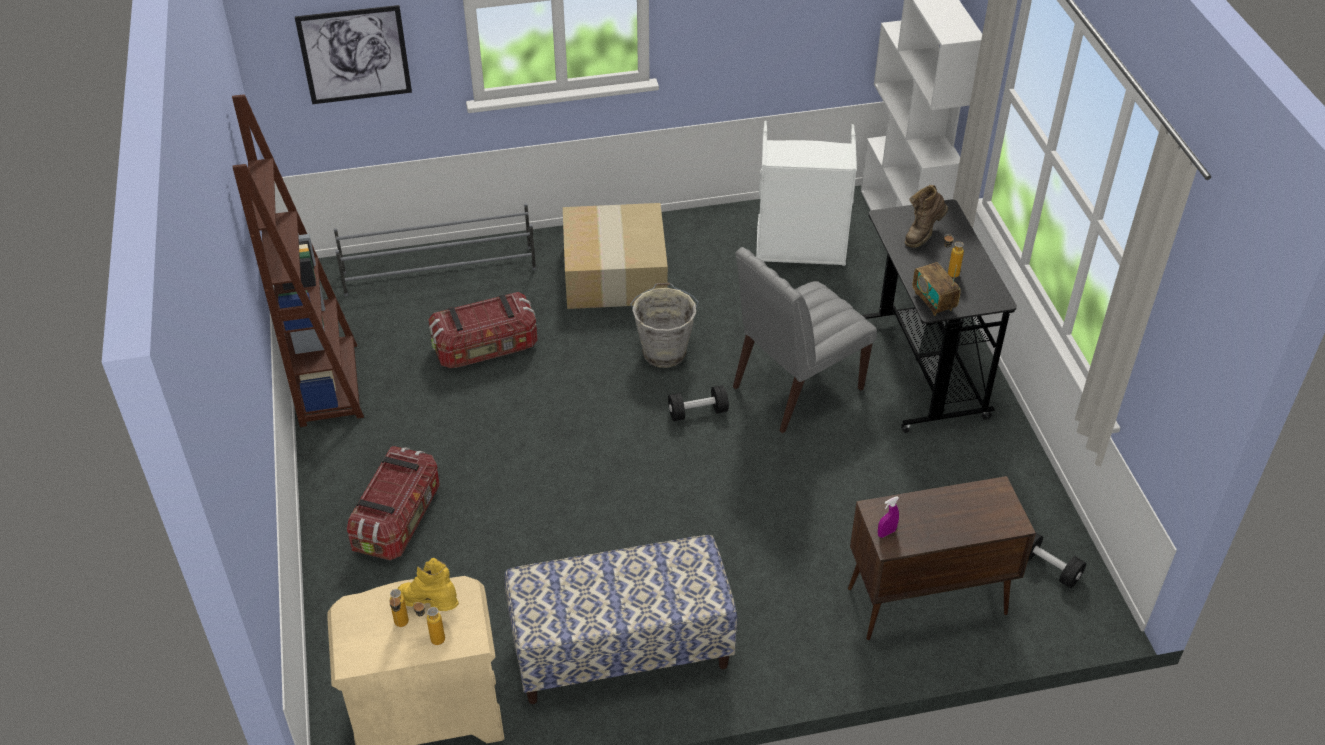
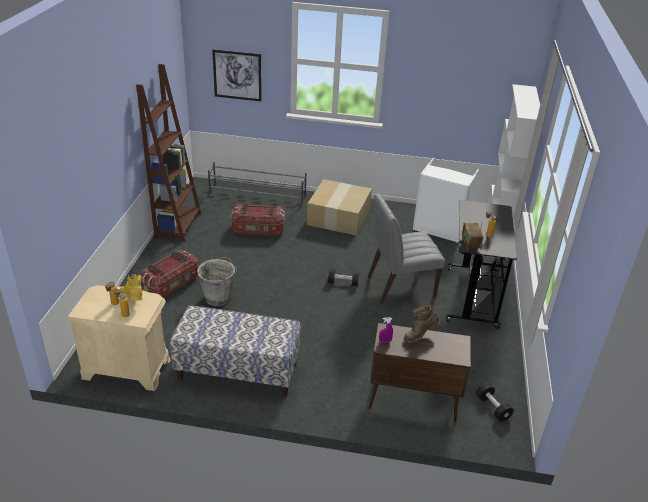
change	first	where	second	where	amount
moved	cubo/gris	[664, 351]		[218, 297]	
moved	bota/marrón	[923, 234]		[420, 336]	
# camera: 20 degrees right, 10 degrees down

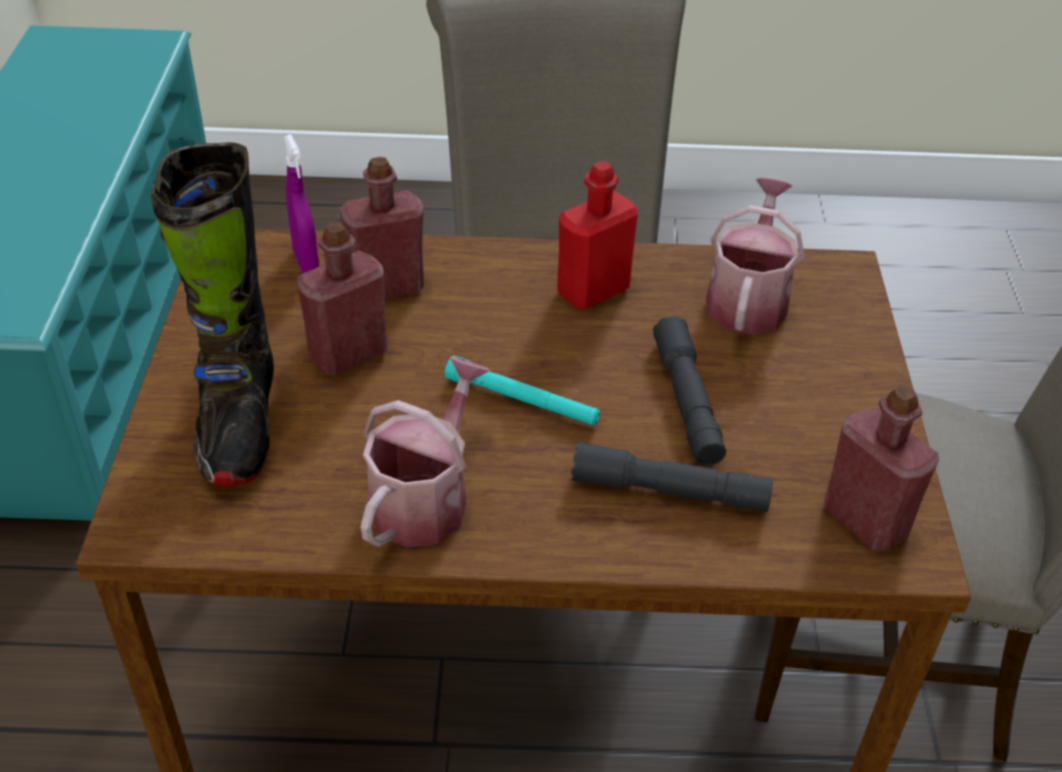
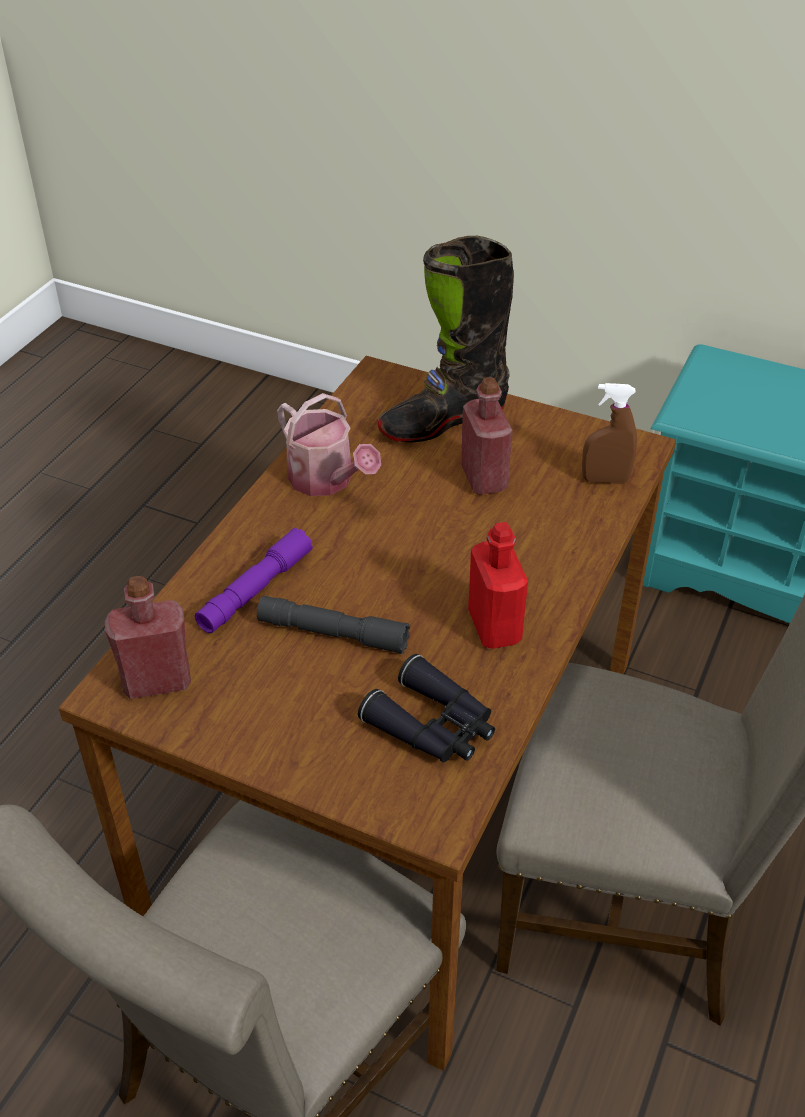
change	first	where	second	where	amount
recoloured	linterna/gris	[669, 491]	linterna/morado	[255, 590]	
replaced	regadera	[748, 298]	prismáticos/negro	[433, 726]	
turned	bota/negro	[238, 421]		[443, 421]	45 degrees counterclockwise
recoloured	pulverizador/morado	[306, 262]	pulverizador/marrón	[605, 480]	
removed	botella/rojo	[387, 286]			
removed	linterna/turquesa	[522, 401]			
# camera: 115 degrees right, 0 degrees up

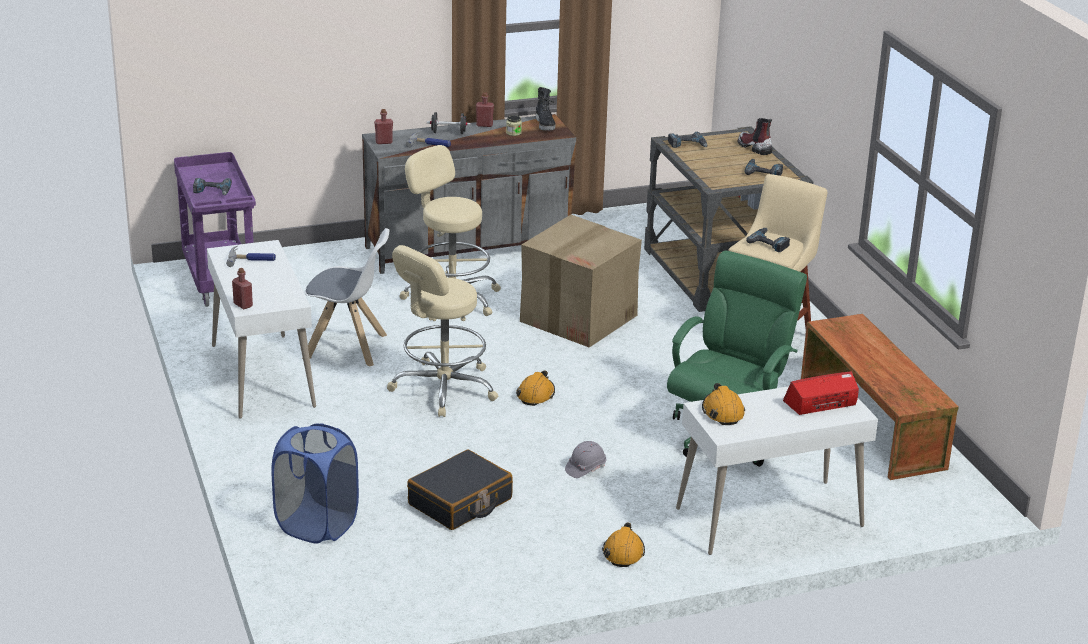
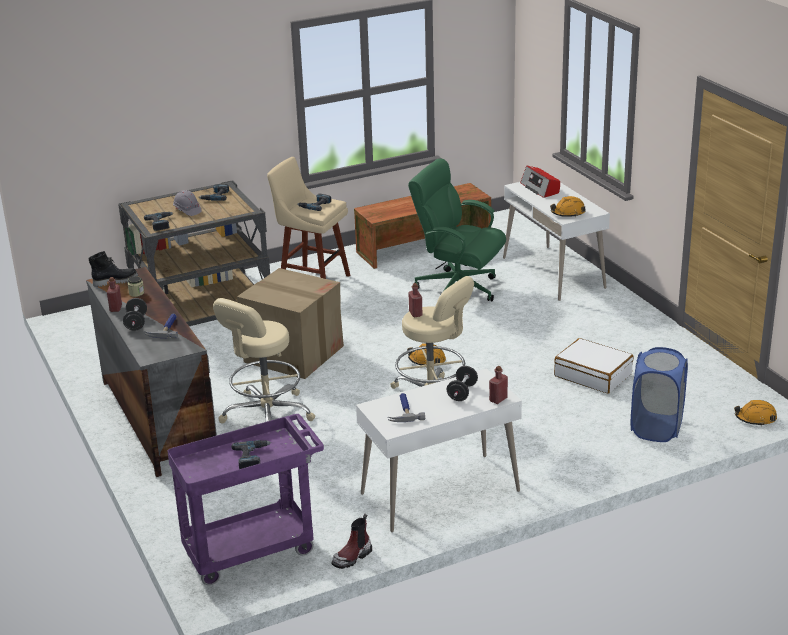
change	first	where	second	where	amount
moved	casco/gris	[585, 468]		[187, 210]	
moved	bota	[754, 147]		[352, 557]	
moved	botella/rojo	[384, 142]		[415, 313]	
added			mancuerna/negro	[462, 393]	
recoloured	maleta/negro	[460, 502]	maleta/blanco	[593, 375]	
moved	casco/naranja	[623, 552]		[755, 418]	
removed	silla	[348, 348]			
# camera: 95 degrees left, 0 degrees up

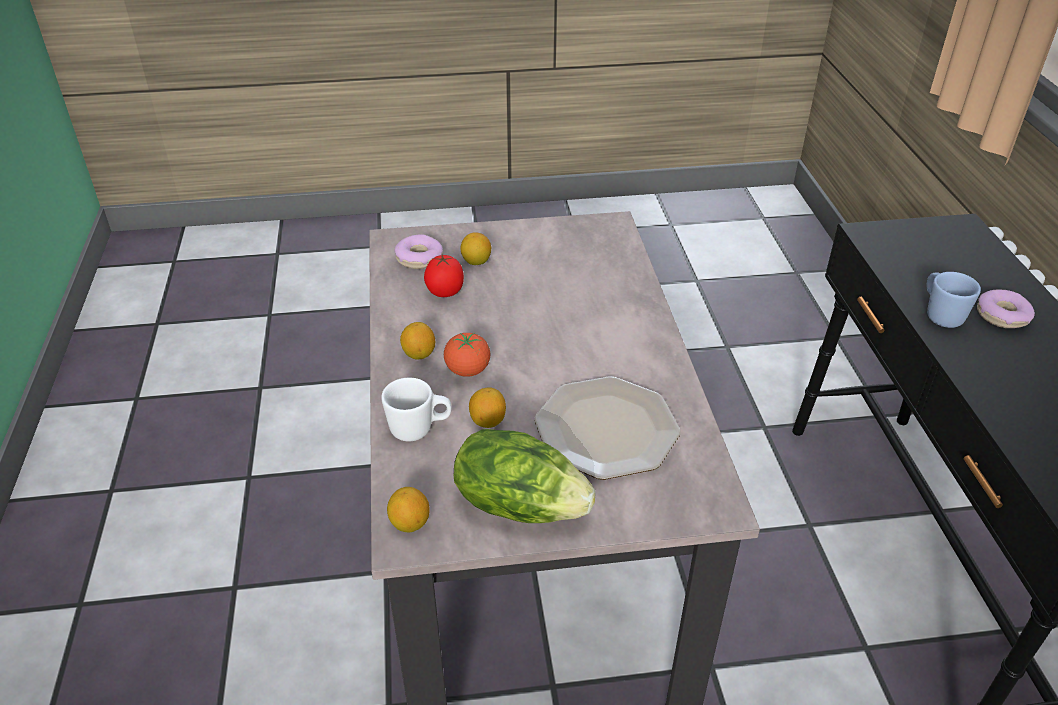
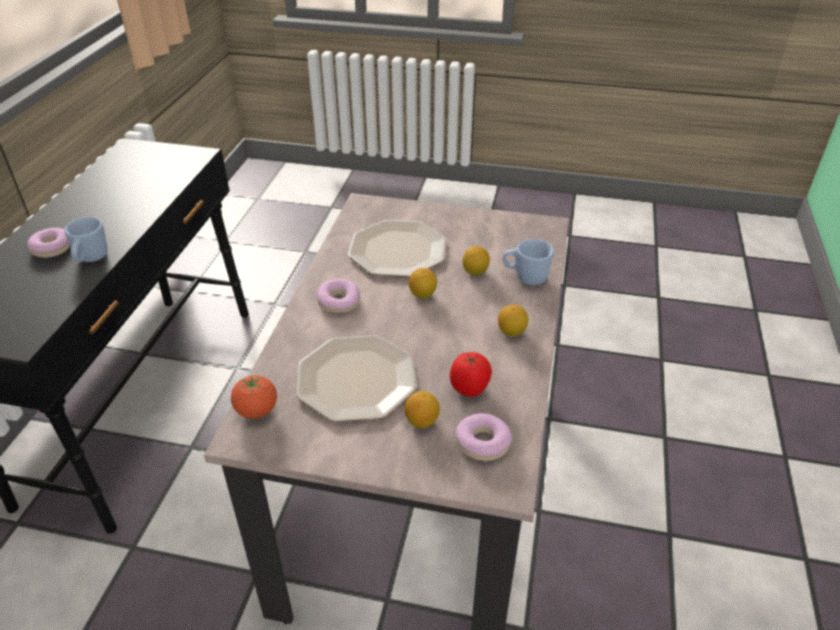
change	first	where	second	where	amount
moved	tomate	[468, 370]		[257, 411]	
added			plato	[355, 379]	
added			rosquilla	[339, 302]	
moved	limón	[409, 523]		[423, 294]	
recoloured	taza grande/blanco	[419, 429]	taza grande/azul	[525, 277]	
removed	lechuga	[520, 504]			
# camera: 160 degrees left, 0 degrees up

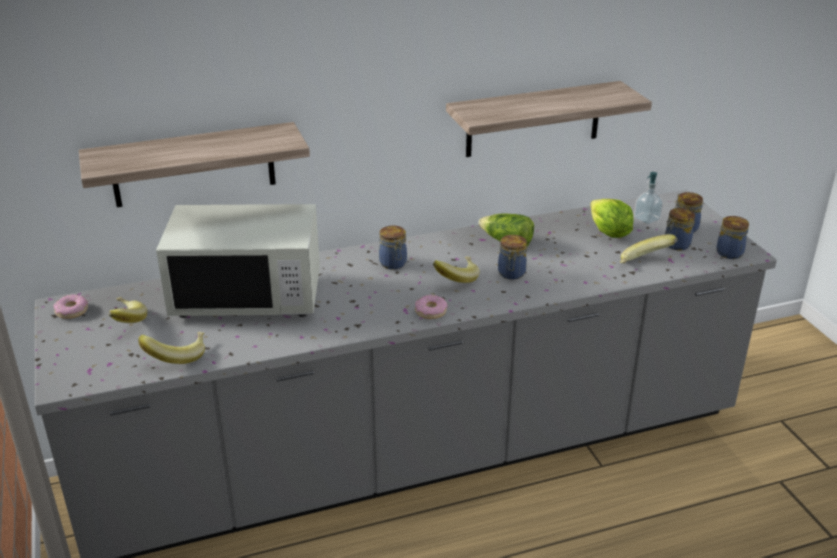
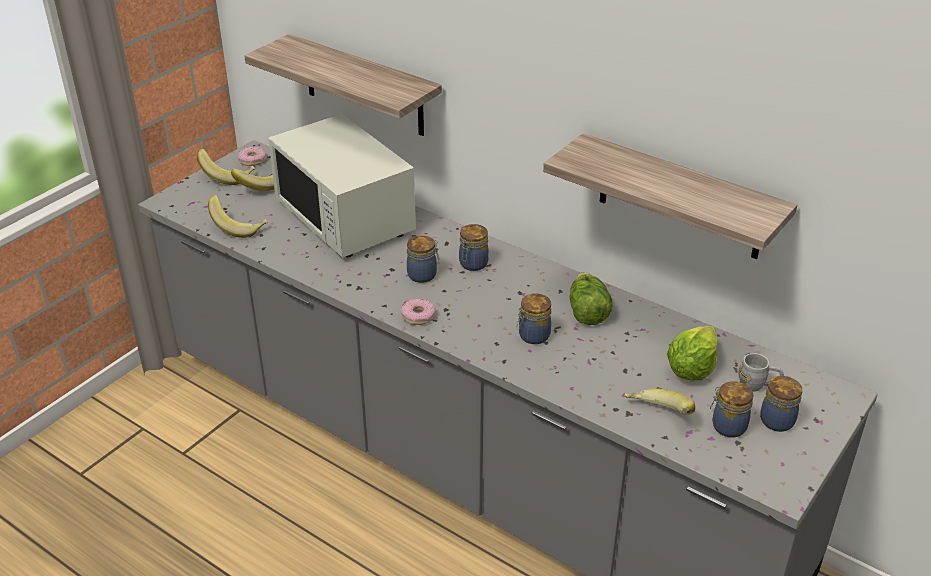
change	first	where	second	where	amount
moved	plátano	[455, 278]		[228, 177]	
moved	tarro	[729, 252]		[423, 275]	
replaced	dispensador de jabón	[646, 219]	taza grande/gris	[758, 386]	
# camera: 55 degrees right, 5 degrees up

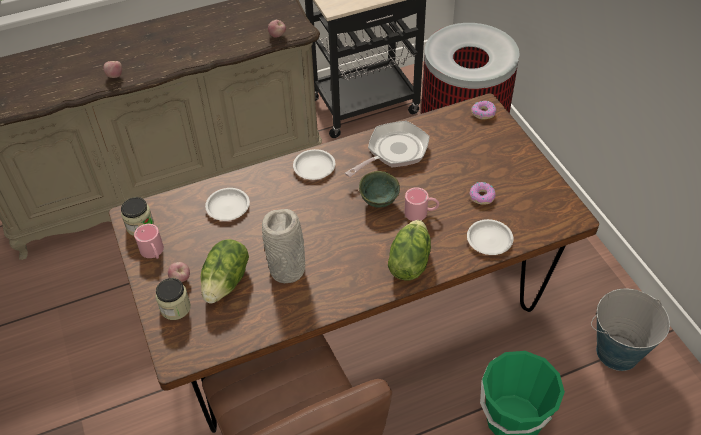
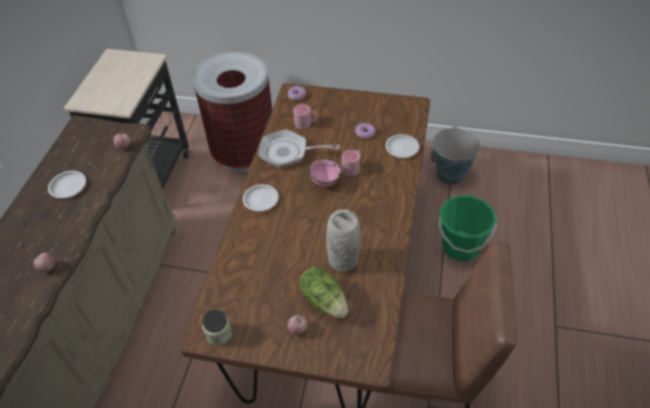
change	first	where	second	where	amount
moved	plato/blanco	[227, 206]		[68, 187]	
turned	sartén	[394, 152]		[288, 152]	75 degrees counterclockwise
moved	taza grande/rosa	[153, 253]		[306, 123]	
recoloured	cuenco/verde	[379, 201]	cuenco/rosa	[324, 182]	
removed	tarro	[175, 308]			
removed	lechuga	[408, 262]			
# camera: 55 degrees left, 0 degrees up

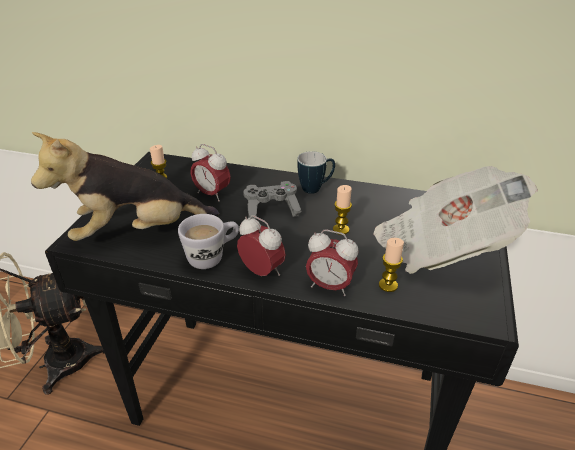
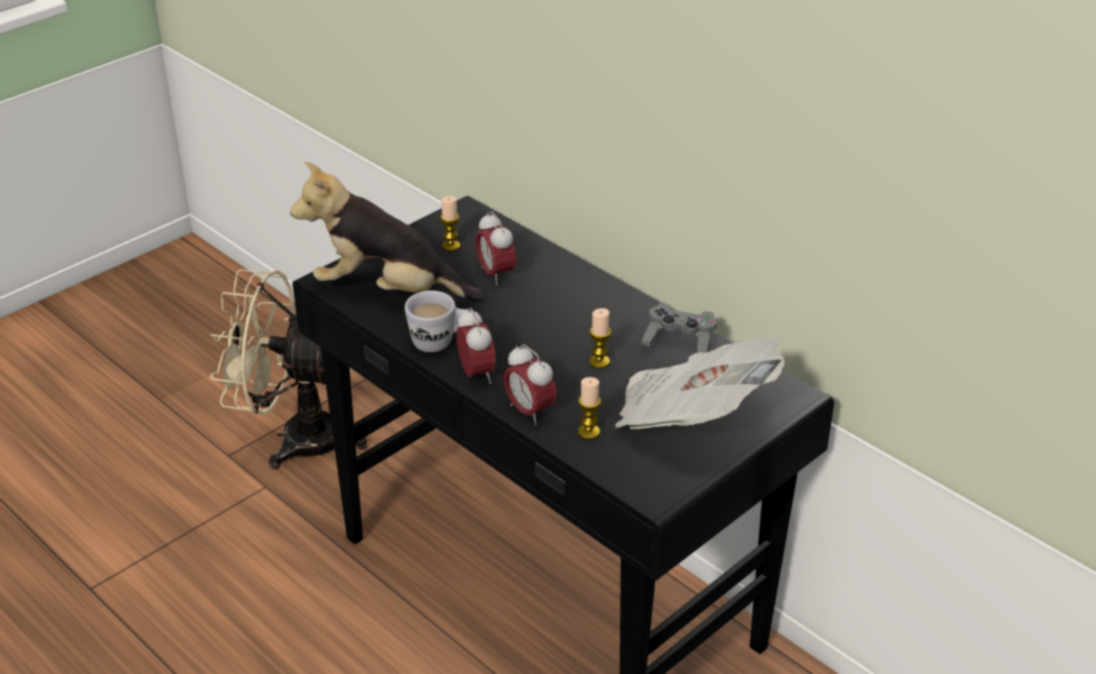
change	first	where	second	where	amount
moved	mando de consola/gris	[271, 209]		[679, 342]	
removed	taza grande	[316, 188]			
# camera: 30 degrees right, 0 degrees up

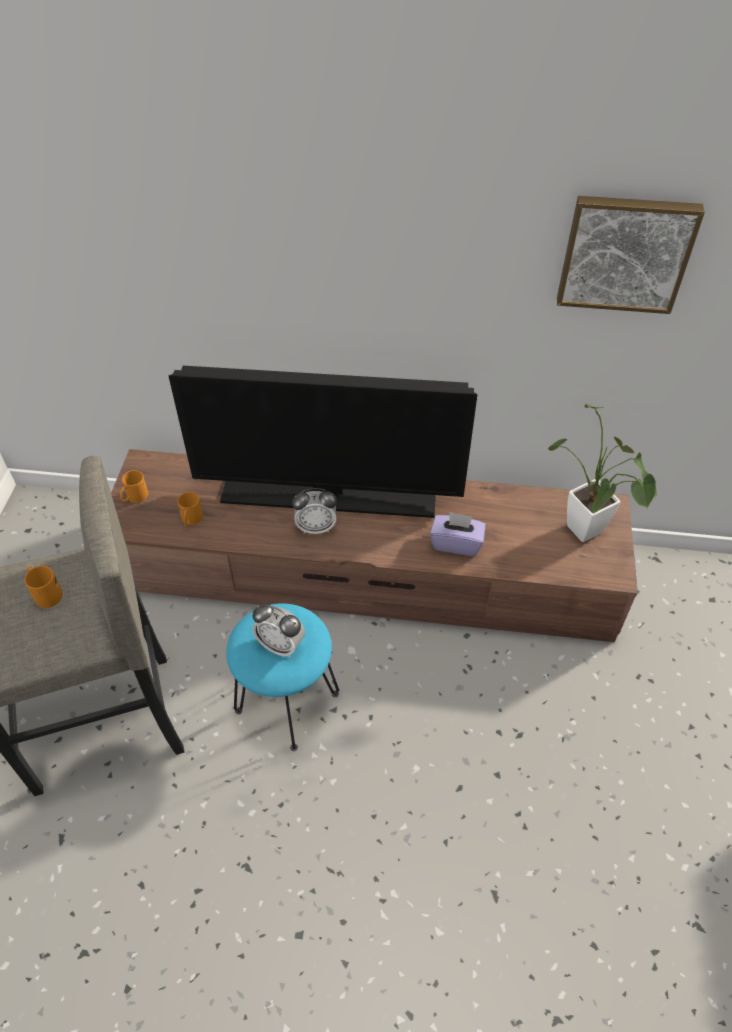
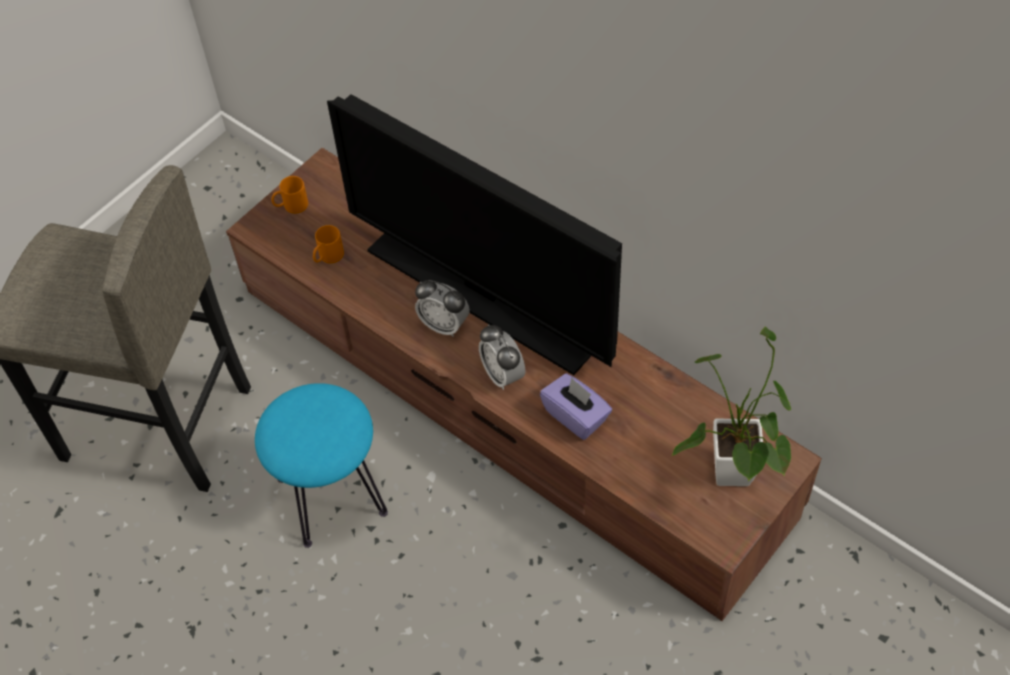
change	first	where	second	where	amount
moved	despertador	[281, 645]		[503, 375]	
removed	taza grande/naranja	[45, 593]			
removed	cuadro	[625, 253]			
# camera: 35 degrees right, 5 degrees up

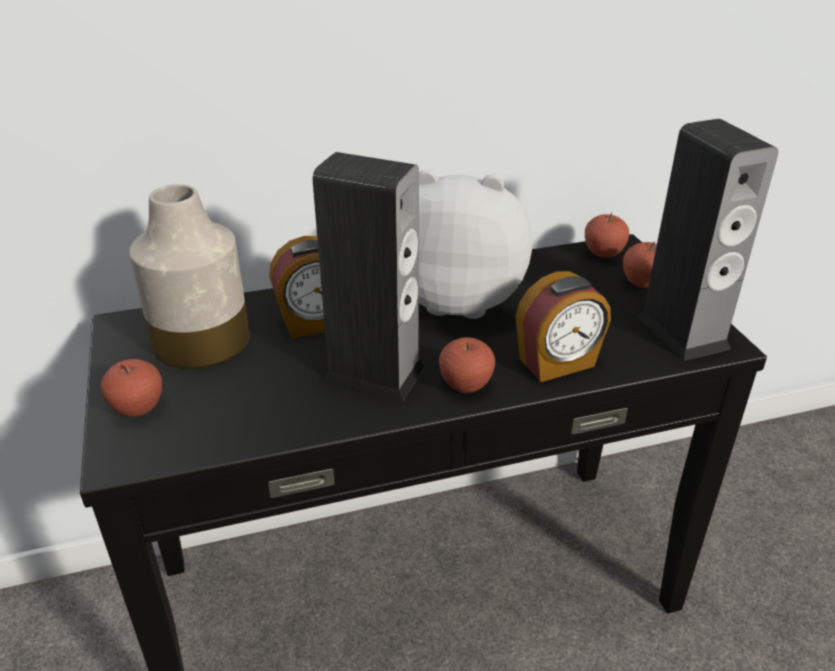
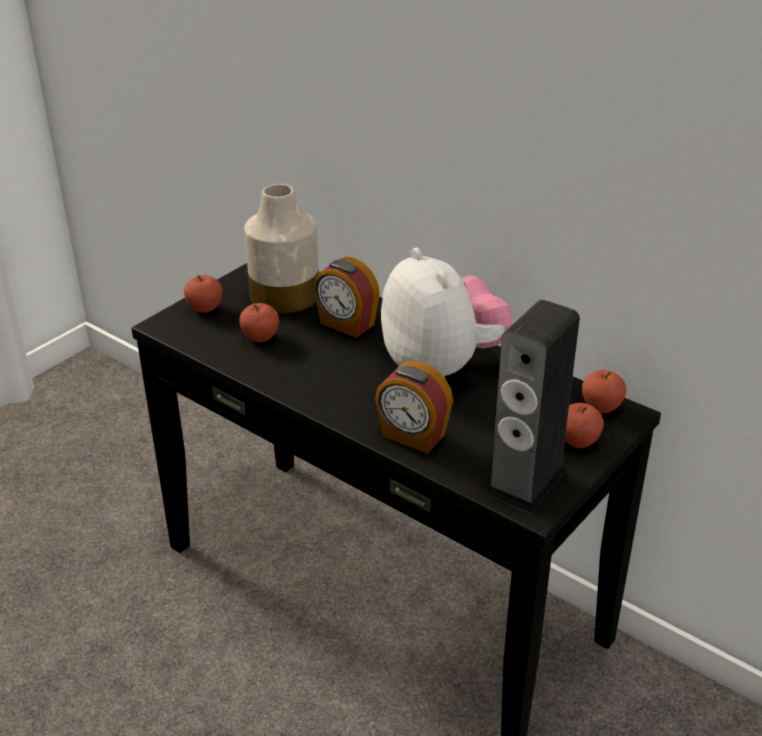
change	first	where	second	where	amount
moved	manzana	[466, 385]		[260, 337]	
removed	altavoz	[374, 373]			
# camera: 55 degrees right, 0 degrees up

